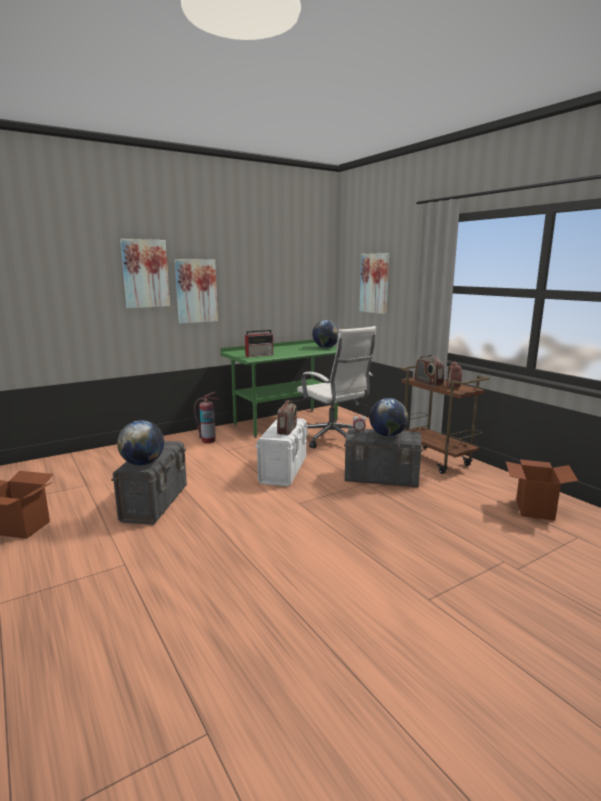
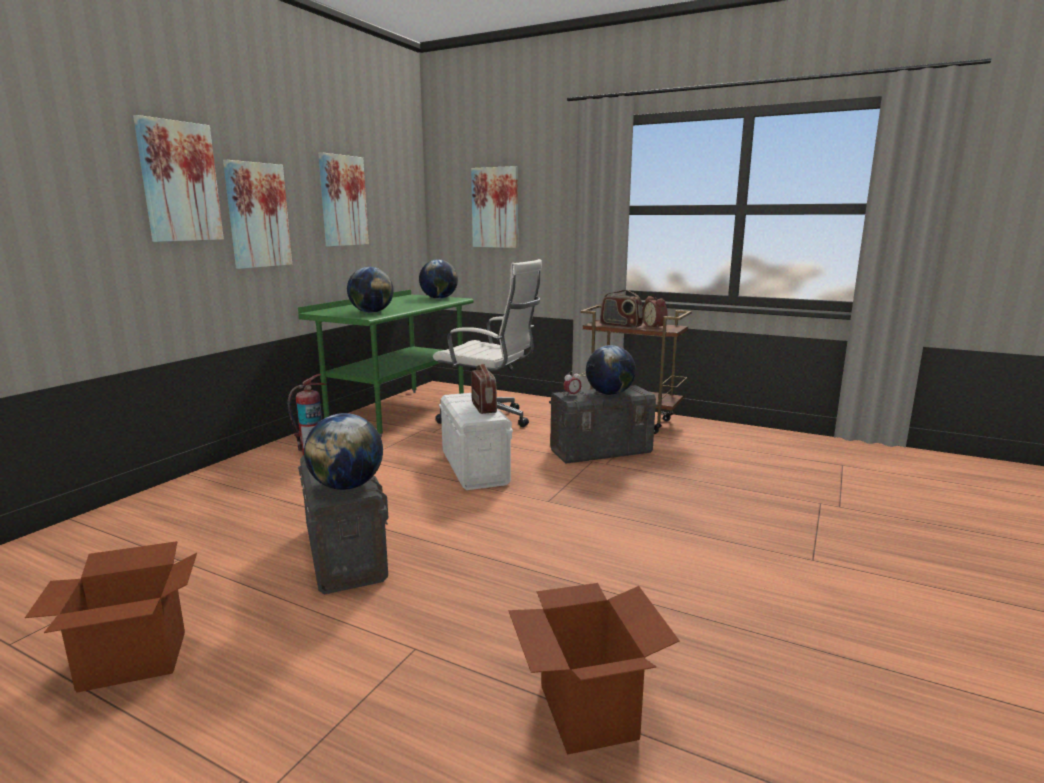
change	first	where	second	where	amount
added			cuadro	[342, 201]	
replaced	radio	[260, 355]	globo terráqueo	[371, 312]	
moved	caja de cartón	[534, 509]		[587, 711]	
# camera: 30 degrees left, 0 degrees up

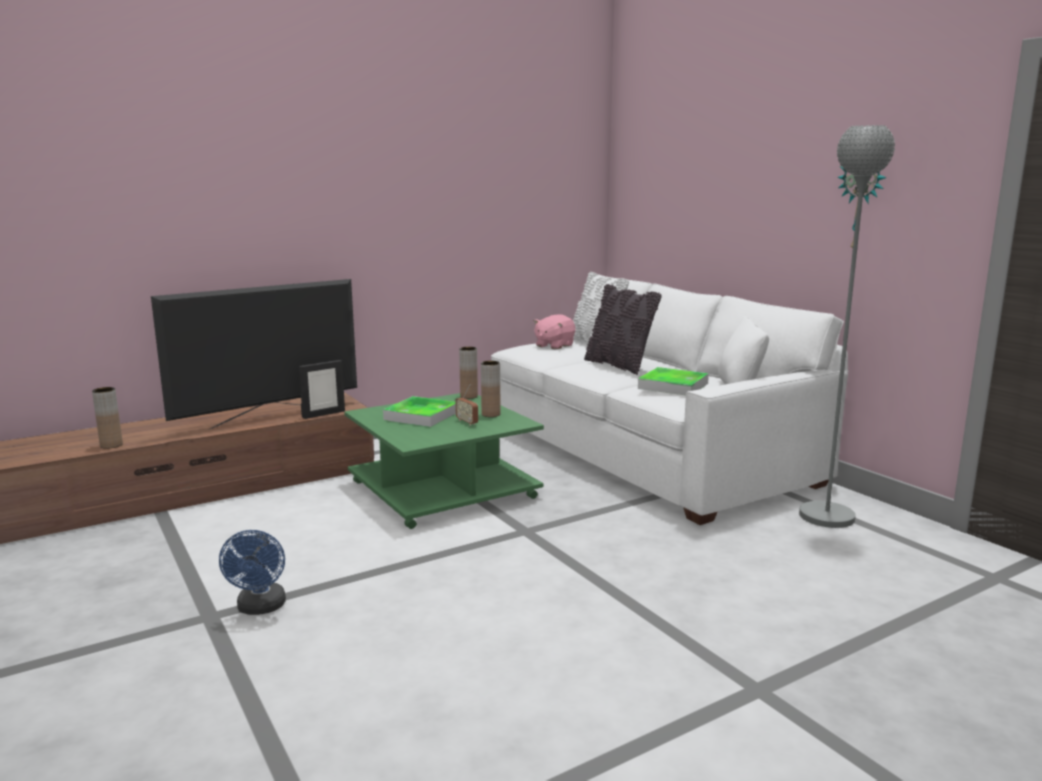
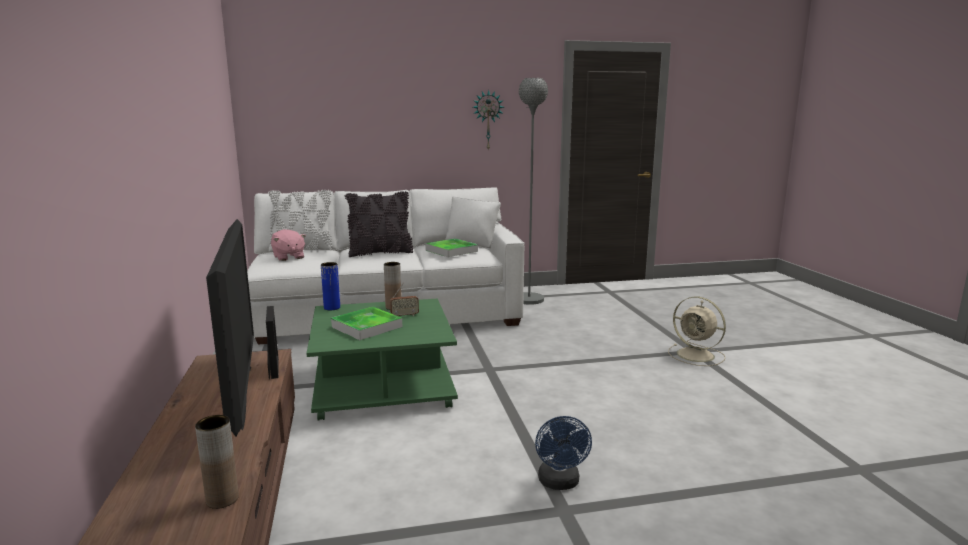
change	first	where	second	where	amount
recoloured	florero/marrón	[469, 396]	florero/azul	[332, 308]	
turned	ventilador/azul	[260, 608]		[560, 483]	75 degrees clockwise
added			ventilador/beis	[697, 355]	
# camera: 70 degrees left, 0 degrees up

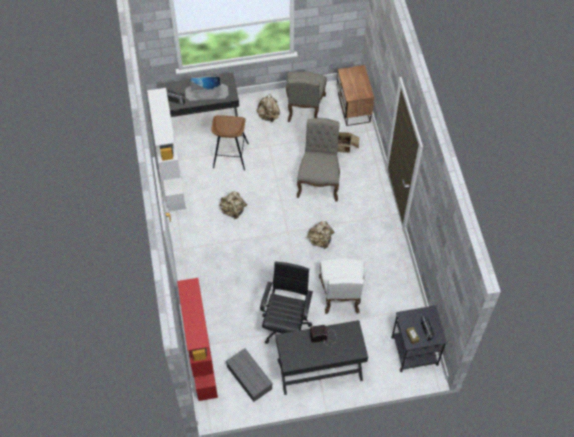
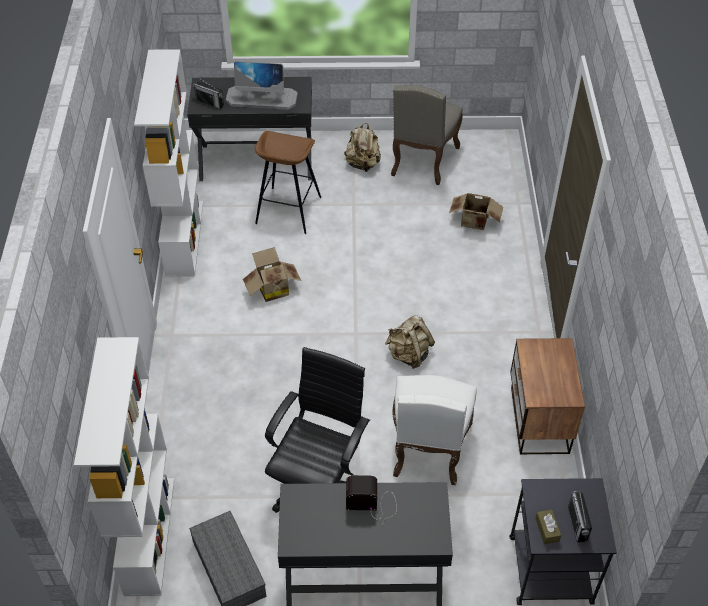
change	first	where	second	where	amount
recoloured	estantería/rojo	[202, 366]	estantería/blanco	[149, 534]	
replaced	mochila/beis	[233, 210]	caja de cartón	[271, 289]	
moved	mesita de noche	[353, 108]		[538, 421]	
removed	silla/gris	[319, 182]			
# camera: 10 degrees right, 10 degrees down

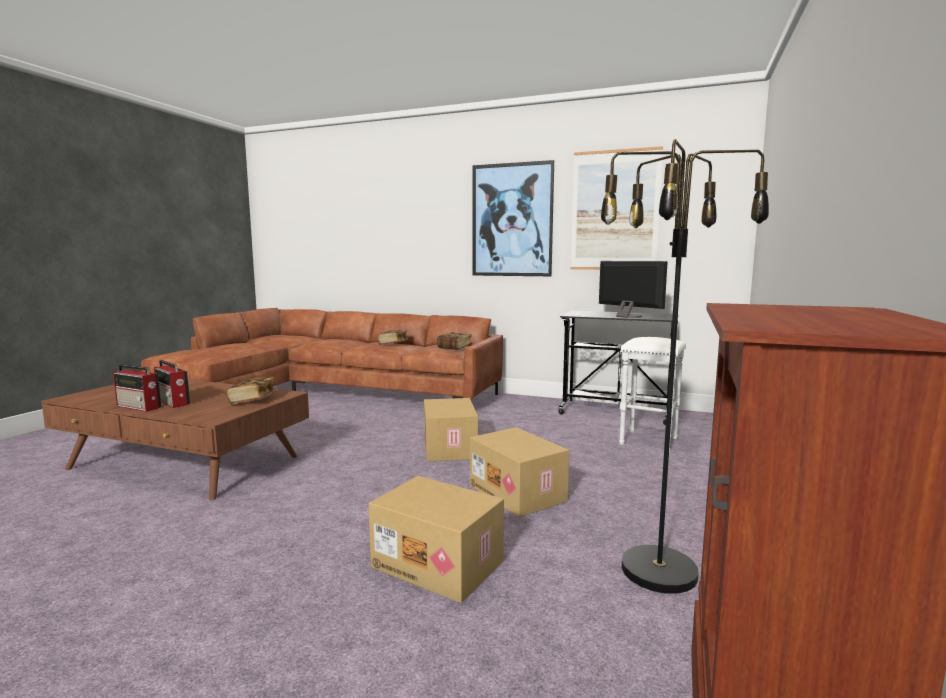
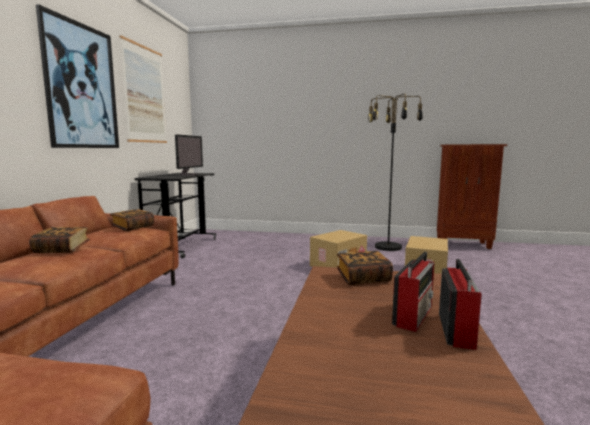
change	first	where	second	where	amount
turned	monitor	[628, 316]		[190, 174]	150 degrees clockwise
removed	caja de cartón	[451, 448]			
removed	taburete/blanco	[647, 441]			
# camera: 100 degrees left, 0 degrees up

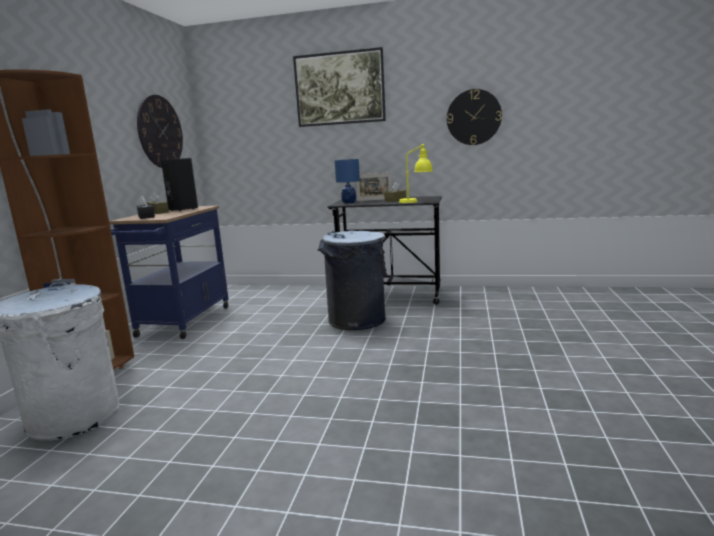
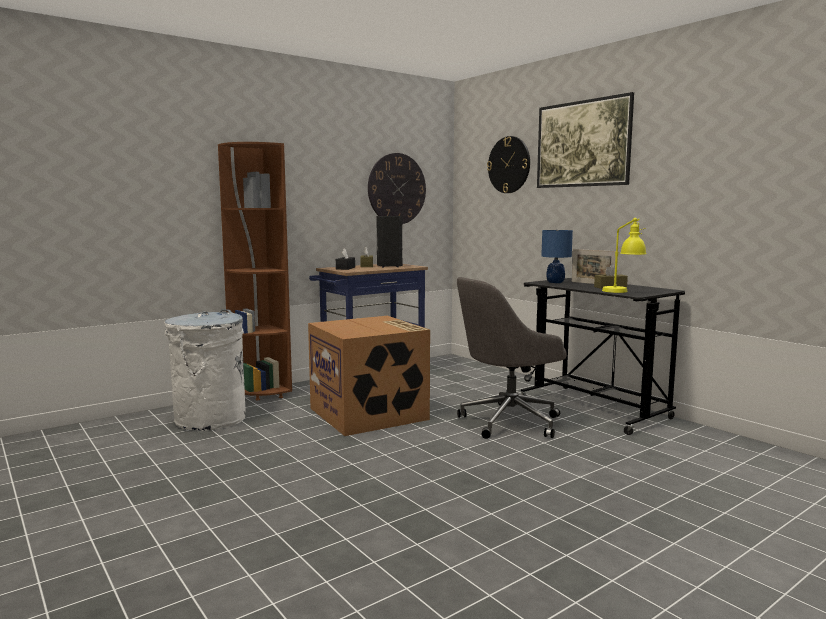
change	first	where	second	where	amount
added			caja de cartón	[370, 414]	
replaced	papelera/gris	[357, 320]	silla de oficina/gris	[509, 422]	
moved	reloj de pared	[473, 117]		[509, 165]	
# camera: 40 degrees right, 5 degrees down

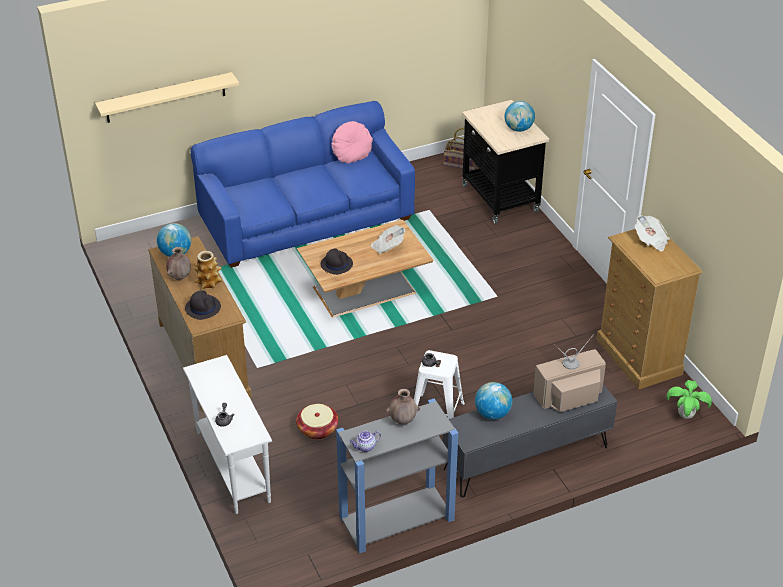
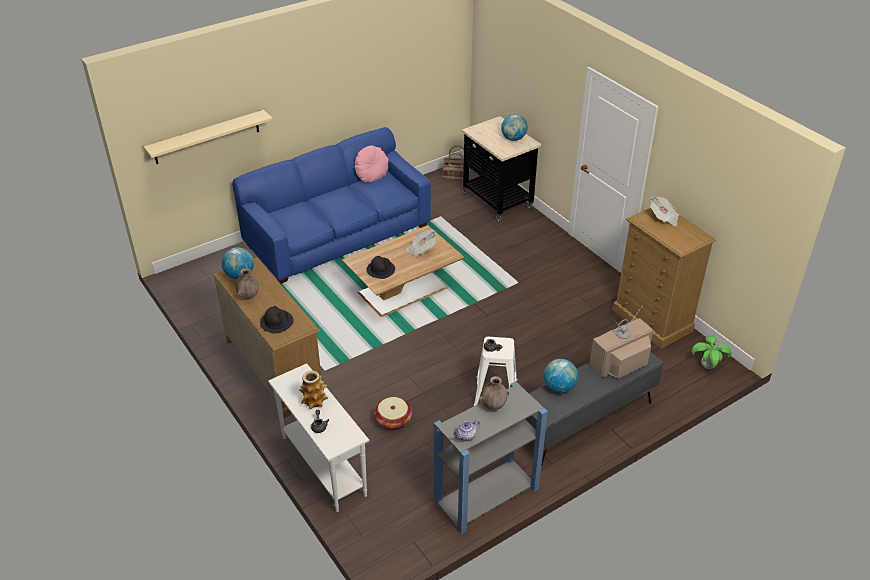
change	first	where	second	where	amount
moved	florero	[209, 282]		[314, 400]	
# camera: 10 degrees left, 0 degrees up

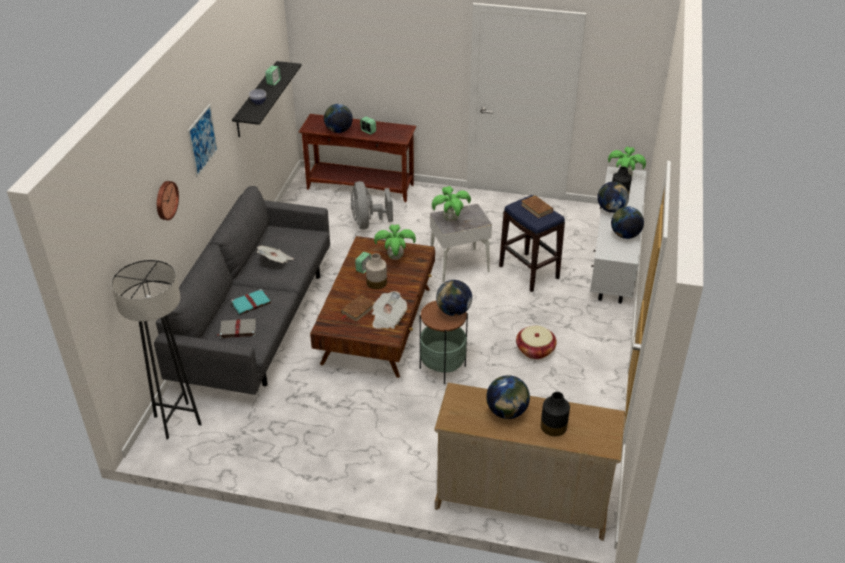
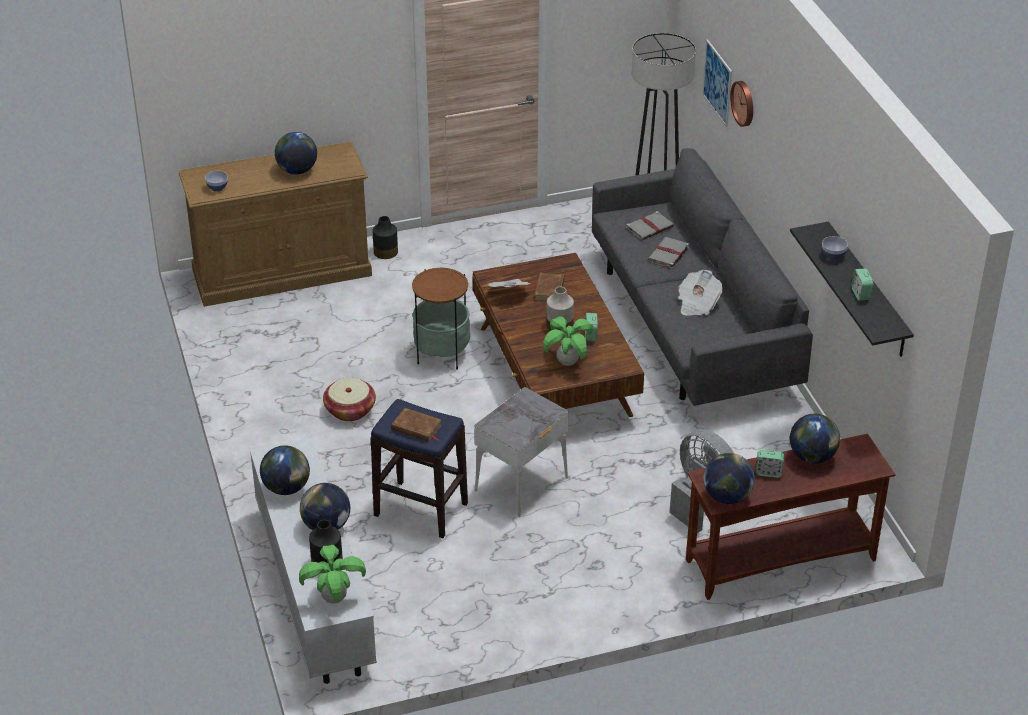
change	first	where	second	where	amount
added			cuenco	[217, 188]	
moved	florero/negro	[553, 426]		[385, 252]	
recoloured	libro/turquesa	[251, 303]	libro/gris	[668, 254]	
moved	cuadro	[202, 140]		[717, 83]	
moved	globo terráqueo	[453, 311]		[727, 497]	
removed	planta en maceta	[450, 219]			
# camera: 150 degrees right, 0 degrees up

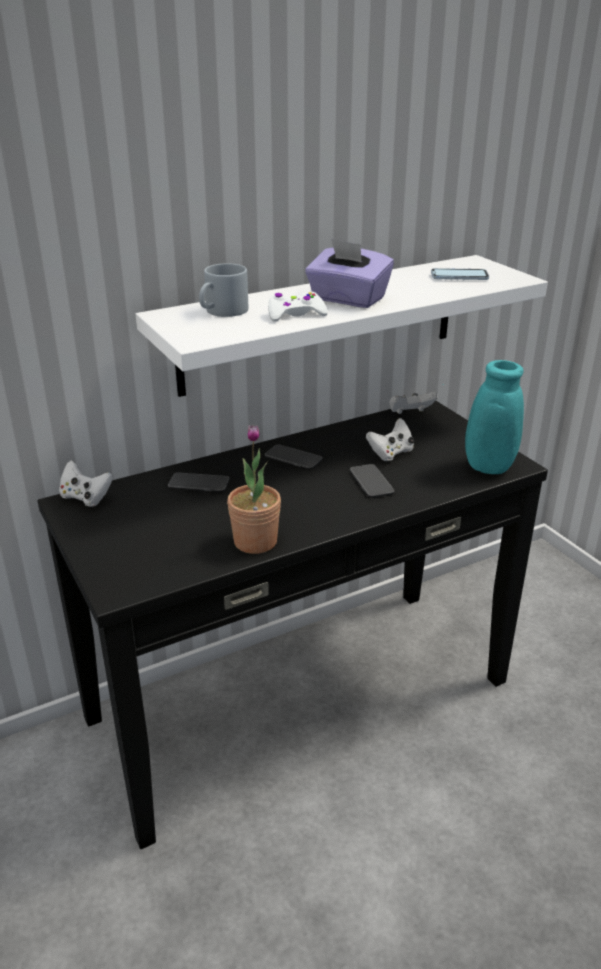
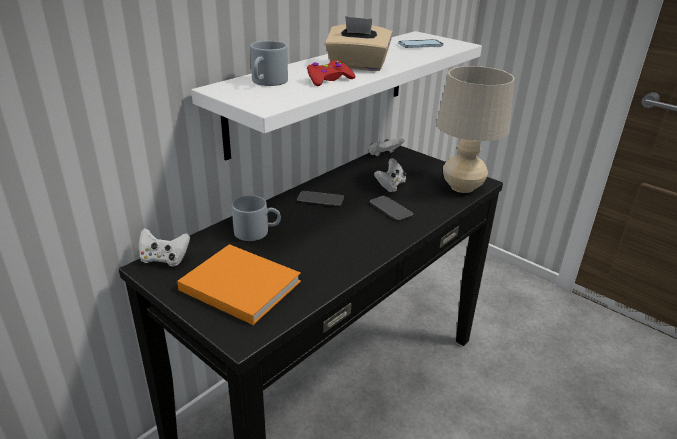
change	first	where	second	where	amount
added			libro/naranja	[237, 284]	
replaced	móvil	[199, 484]	taza grande/gris	[257, 231]	
recoloured	mando de consola/blanco	[295, 314]	mando de consola/rojo	[329, 80]	
recoloured	caja de pañuelos/morado	[347, 299]	caja de pañuelos/beis	[357, 66]	
replaced	florero/turquesa	[485, 468]	lámpara de mesa/beis	[462, 187]	
removed	planta en maceta	[255, 542]			
# camera: 20 degrees left, 0 degrees up

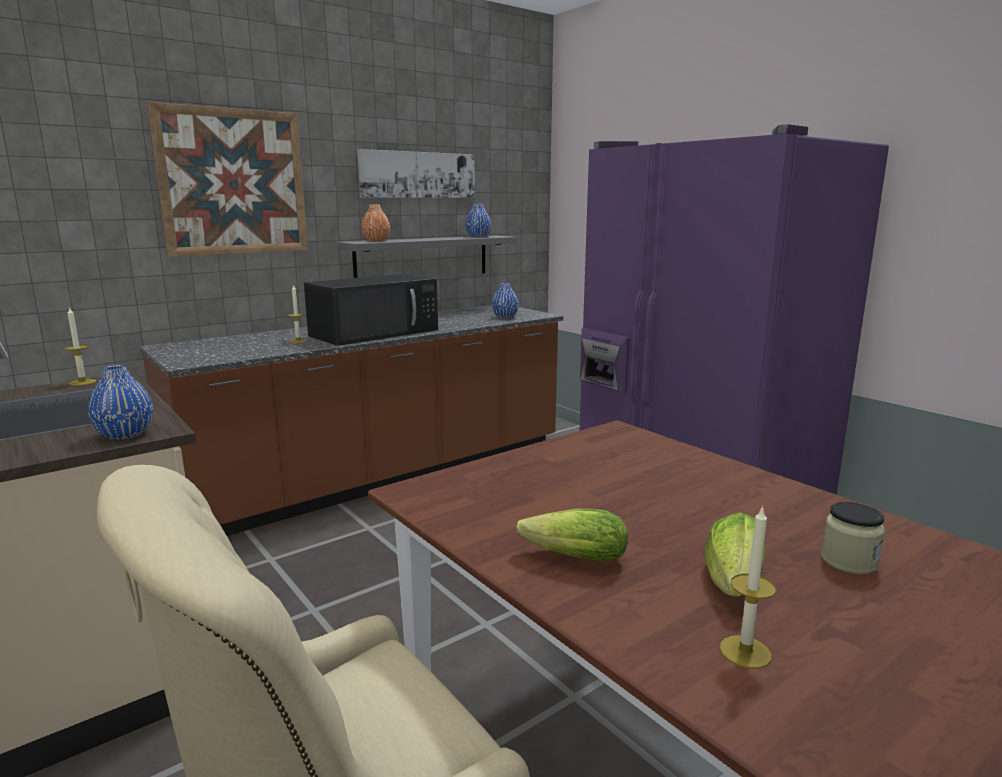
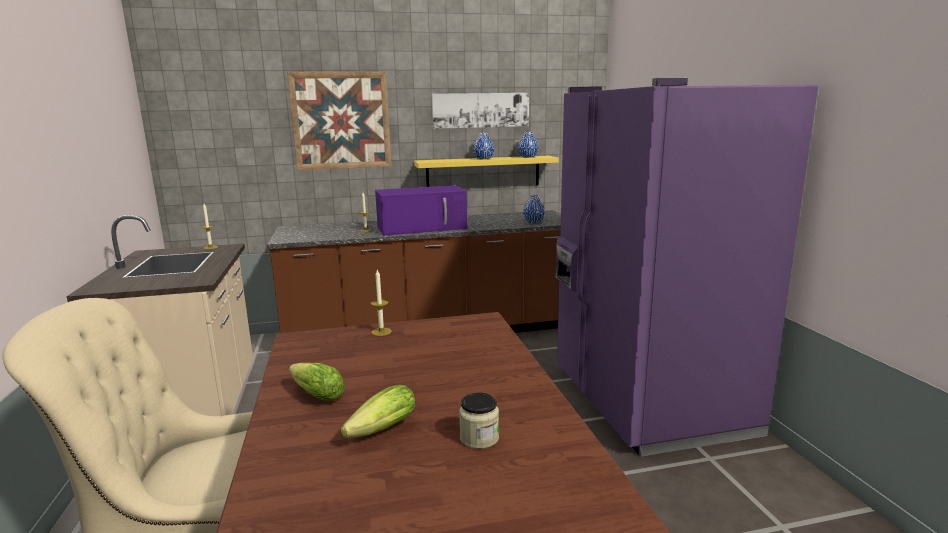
change	first	where	second	where	amount
moved	vela	[745, 652]		[381, 332]	
recoloured	microondas/negro	[376, 332]	microondas/morado	[423, 227]	
recoloured	estante/gris	[423, 258]	estante/amarillo	[483, 173]	
moved	florero/azul	[125, 434]		[483, 158]	
removed	florero/naranja	[376, 241]			
# camera: 25 degrees right, 0 degrees up

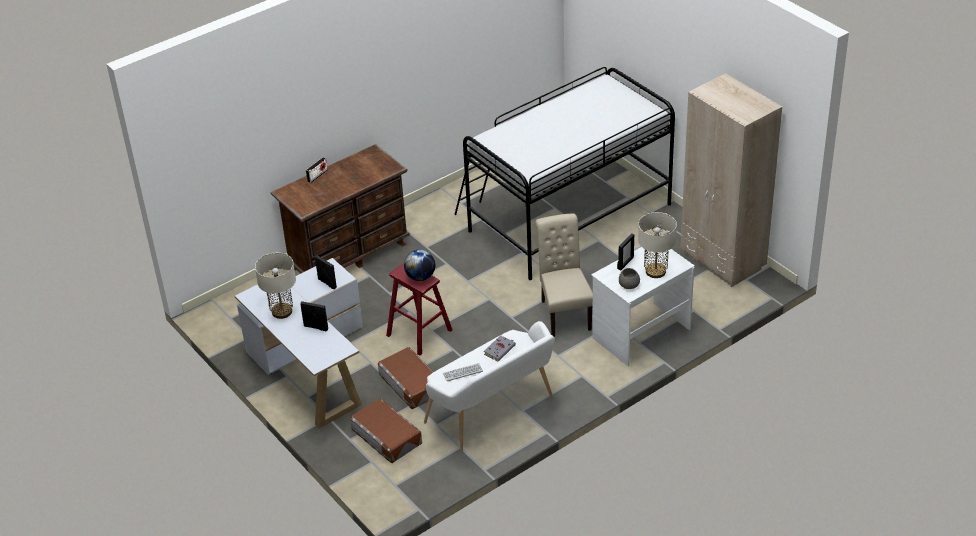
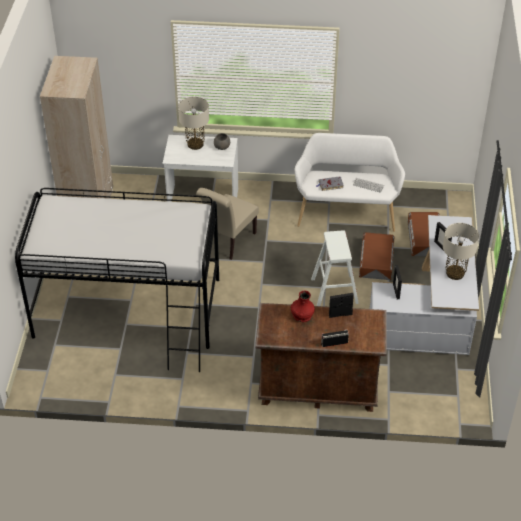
change	first	where	second	where	amount
added			florero/rojo	[302, 315]	
recoloured	taburete/rojo	[419, 333]	taburete/blanco	[334, 291]	
moved	portarretratos	[625, 263]		[340, 315]	
removed	globo terráqueo	[420, 277]			
# camera: 140 degrees left, 5 degrees up

